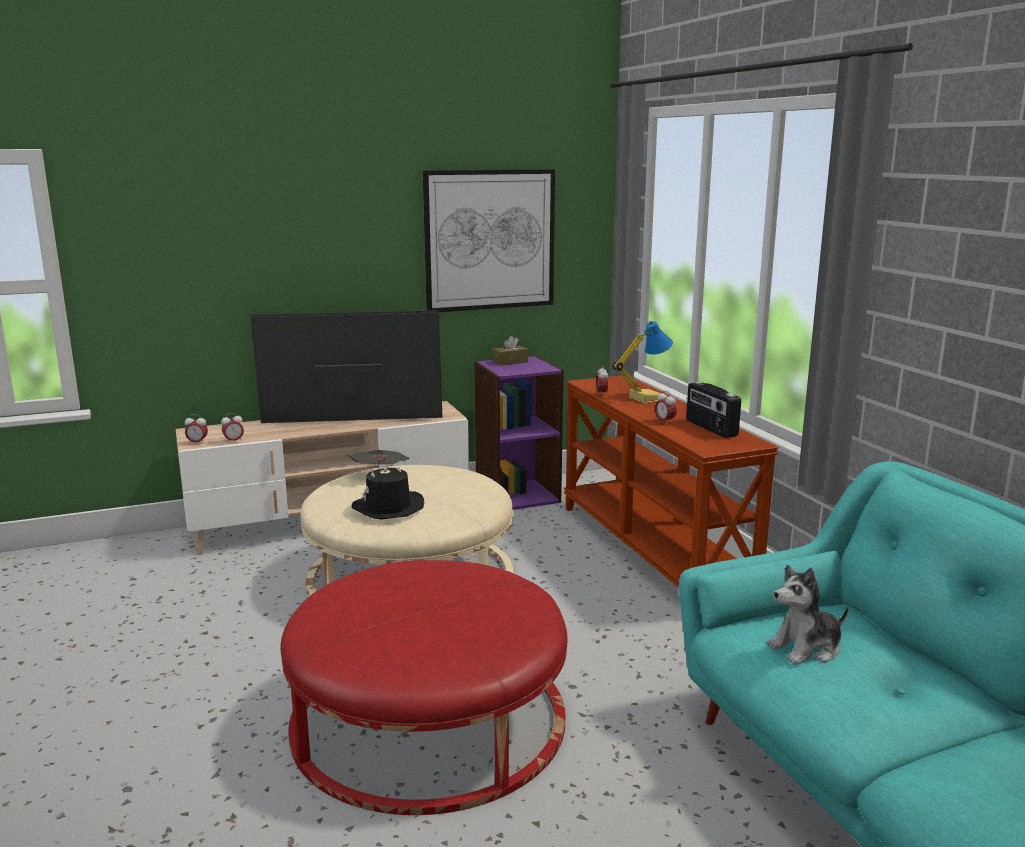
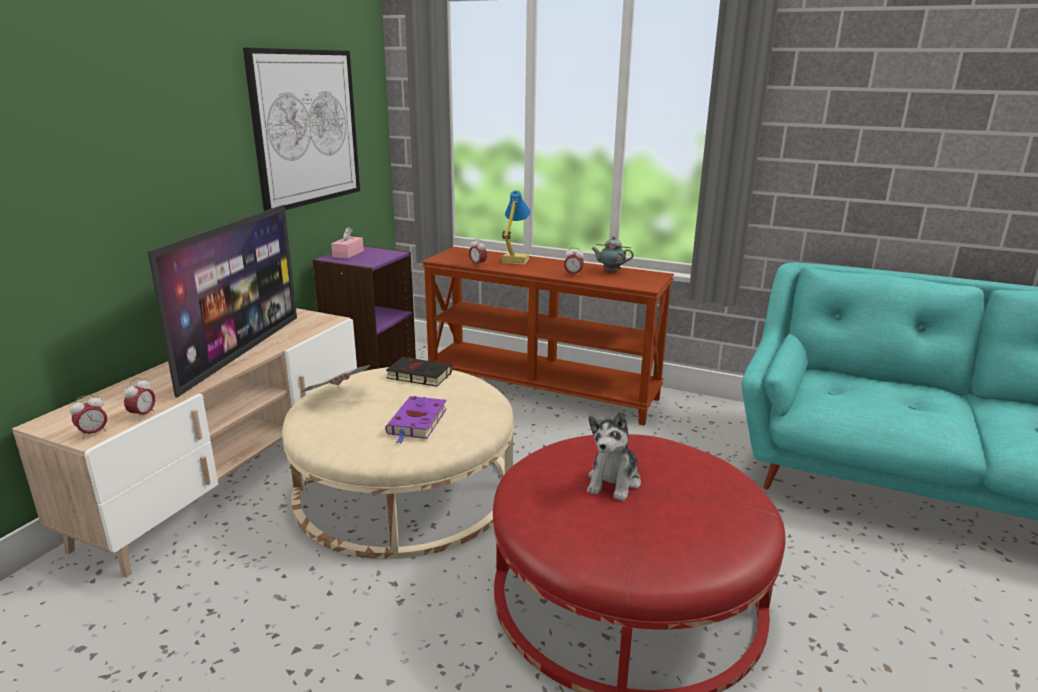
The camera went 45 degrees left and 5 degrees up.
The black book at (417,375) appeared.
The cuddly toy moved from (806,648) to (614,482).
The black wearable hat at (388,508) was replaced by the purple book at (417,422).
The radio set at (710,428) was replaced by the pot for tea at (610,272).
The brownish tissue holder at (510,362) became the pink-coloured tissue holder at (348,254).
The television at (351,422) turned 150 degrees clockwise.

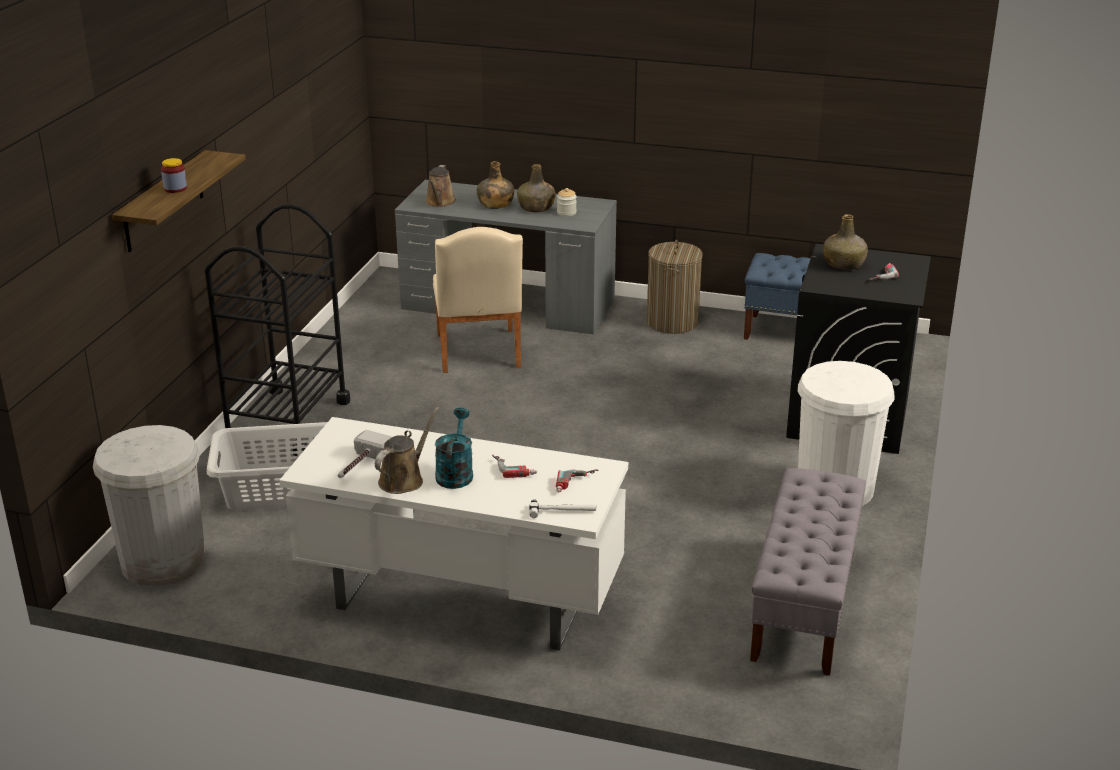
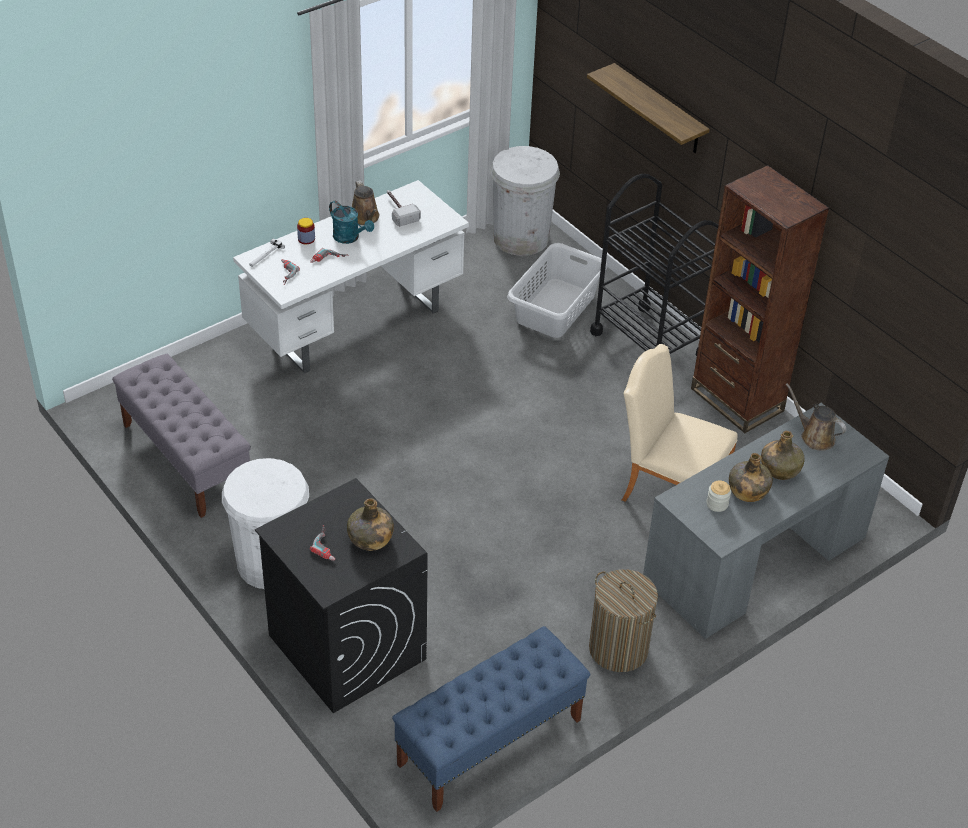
The camera went 125 degrees right and 15 degrees up.
The brownish bookcase at (737,400) appeared.
The jar moved from (175,188) to (306,239).

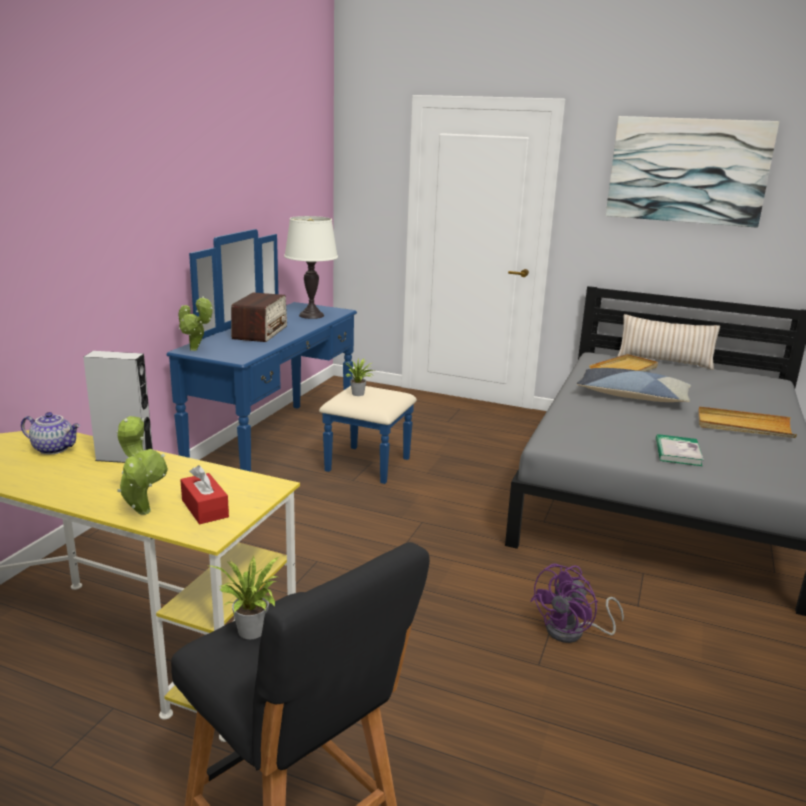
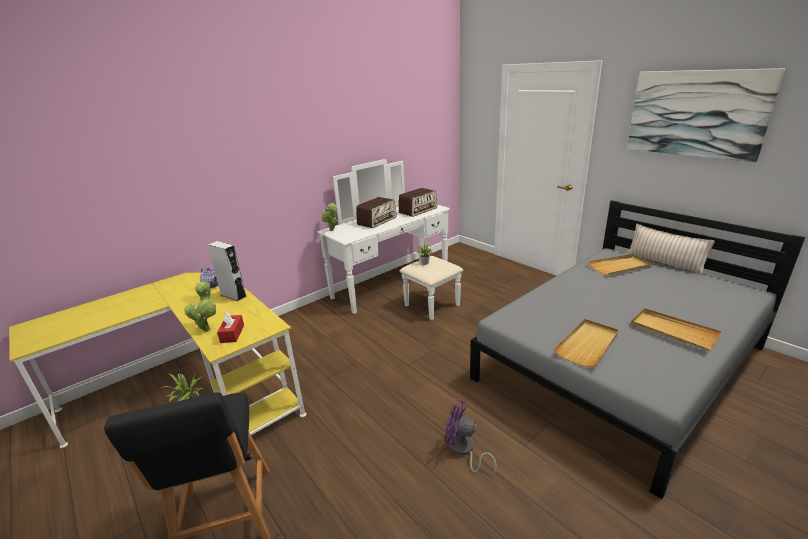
The camera went 30 degrees right and 5 degrees up.
The throw pillow at (632,396) disappeared.
The white-coloured lamp for a table at (311,315) was replaced by the radio set at (418,210).
The book at (677,452) was replaced by the sand-coloured carrying tray at (588,344).
The blue dresser at (296,448) became the white-coloured dresser at (400,288).
The purple fan at (573,632) turned 45 degrees clockwise.

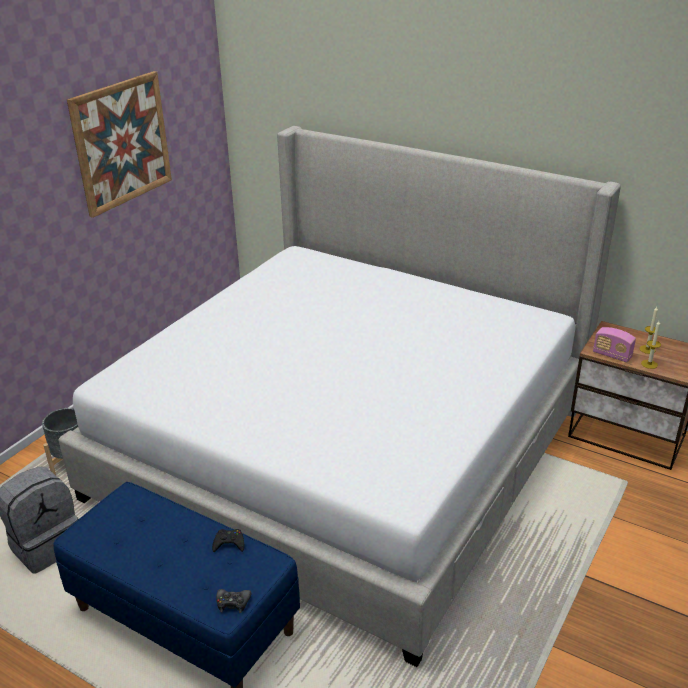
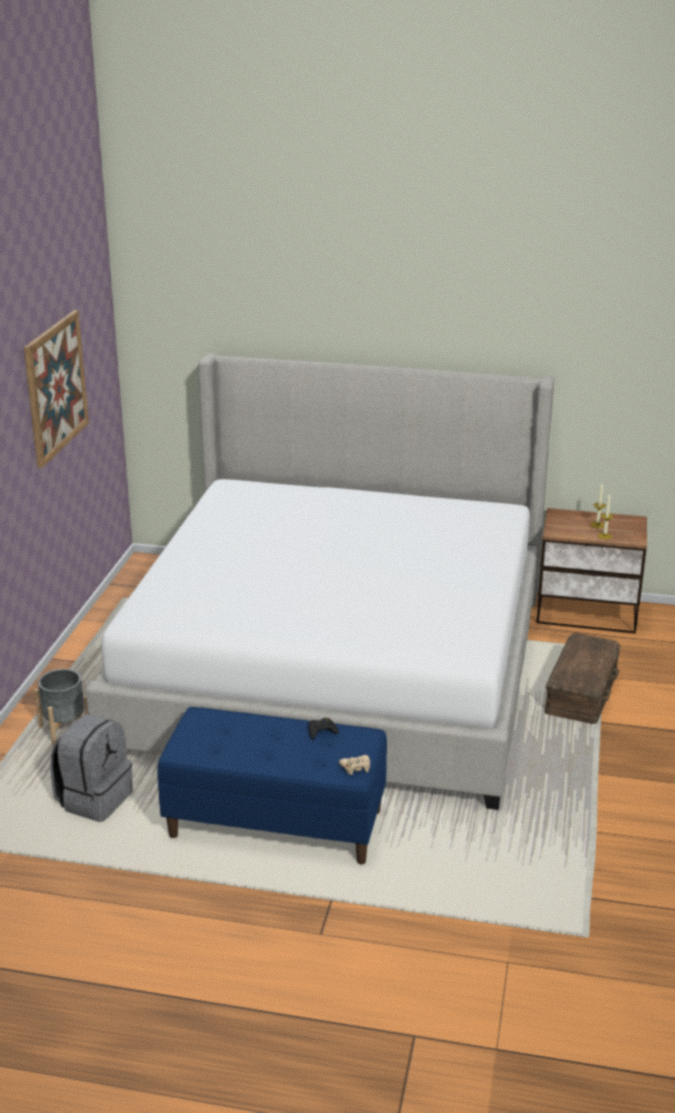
The camera went 20 degrees left and 5 degrees down.
The radio set at (612,355) disappeared.
The brownish storage bin at (580,692) appeared.
The black game controller at (233,603) became the sand-coloured game controller at (356,768).

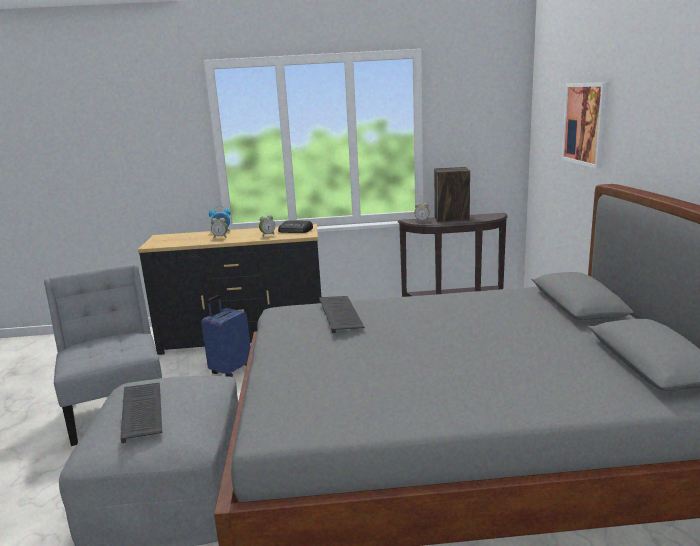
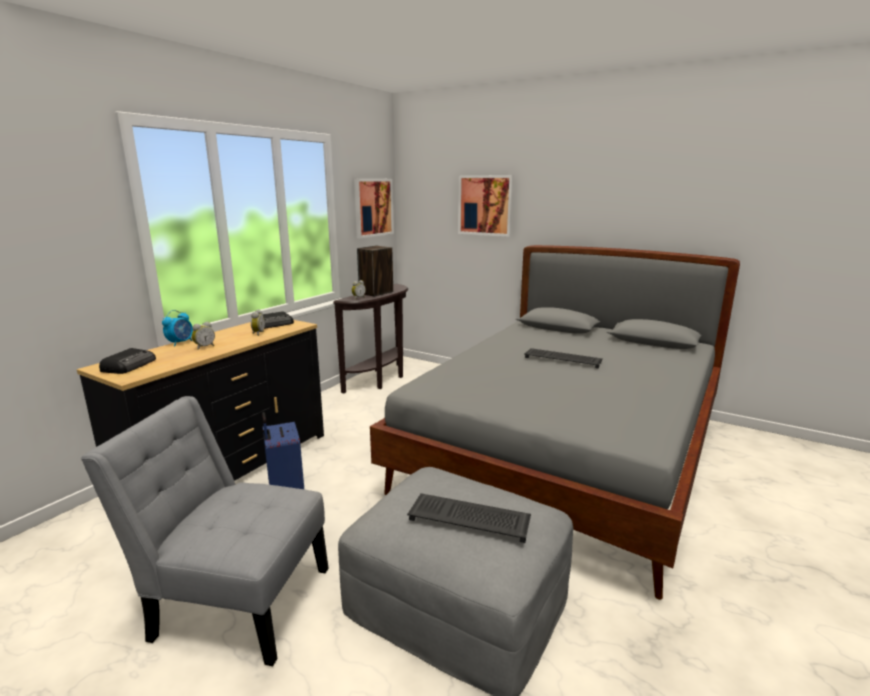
The camera went 55 degrees left and 0 degrees up.
The radio set at (130,365) appeared.
The picture at (373,207) appeared.
The computer keyboard moved from (341,315) to (564,359).

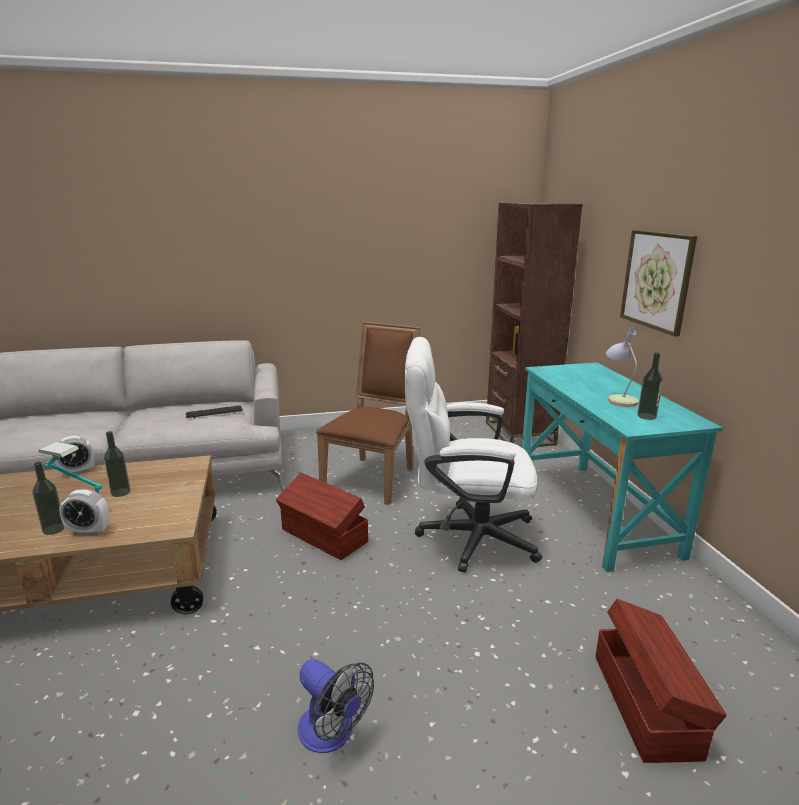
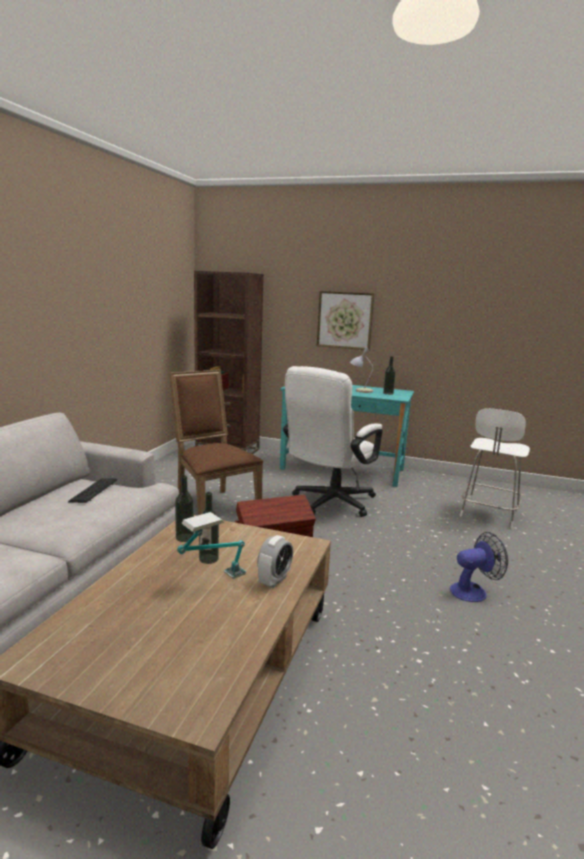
The camera went 60 degrees left and 5 degrees down.
The alarm clock at (77,471) disappeared.
The drink bottle moved from (54,529) to (184,537).
The brownish storage bin at (646,703) was replaced by the white-coloured upright chair at (489,514).

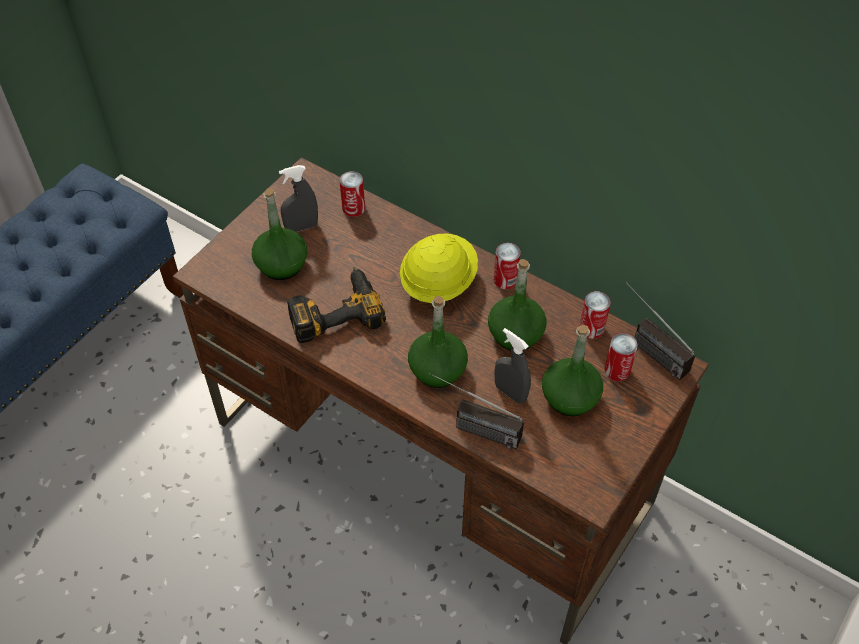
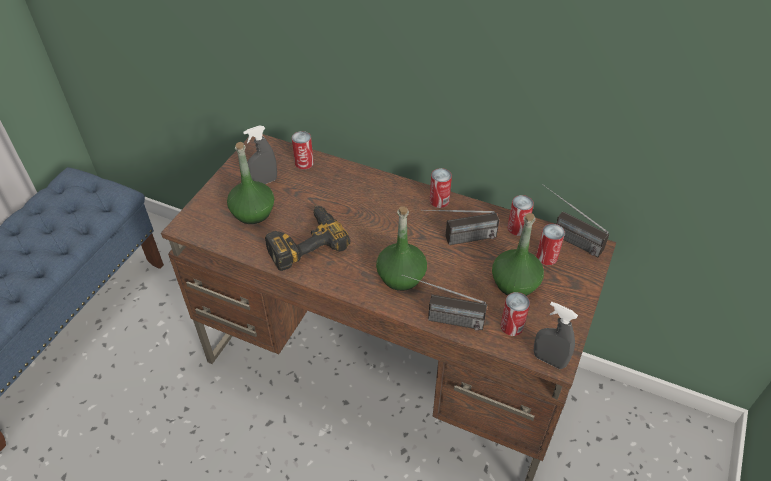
The camera went 10 degrees left and 5 degrees down.
The yellowish hard hat at (438,282) disappeared.
The metal can at (512,326) appeared.
The greyish hand sprayer moved from (510,393) to (549,360).
The green drink bottle at (515,334) was replaced by the radio set at (458,240).

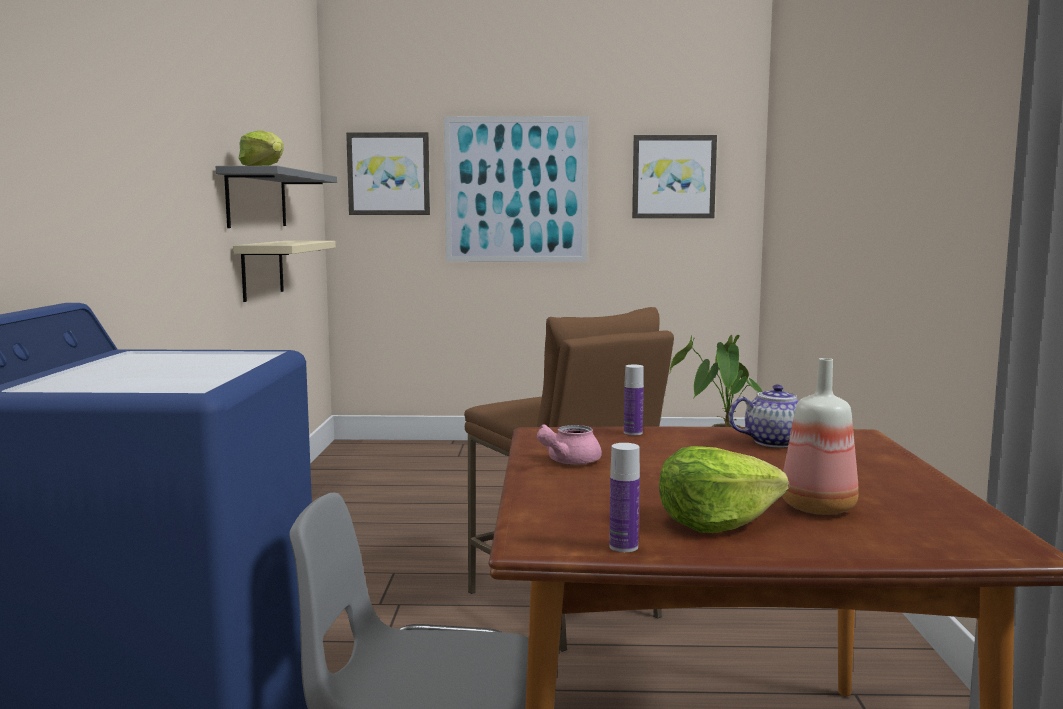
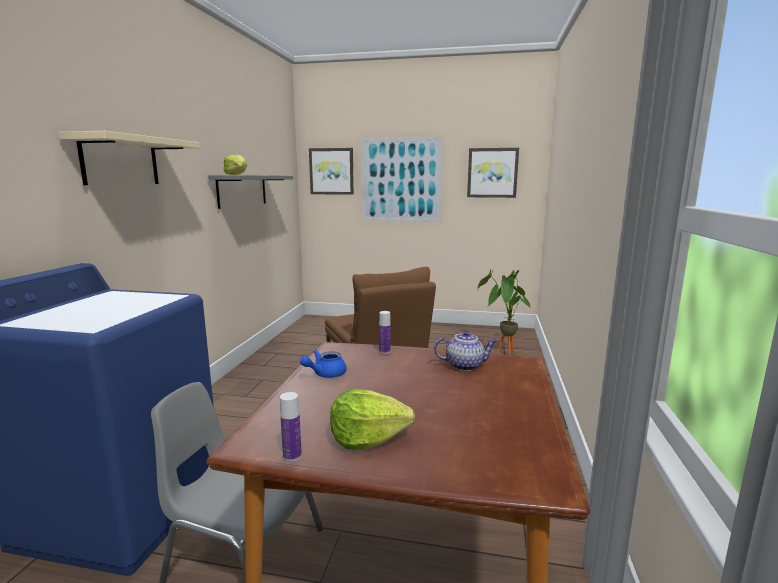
The camera went 10 degrees right and 5 degrees up.
The drink bottle at (820,508) disappeared.
The sand-coloured bracket shelf moved from (262,269) to (121,161).
The pink-coloured pot for tea at (567,462) became the blue pot for tea at (325,374).

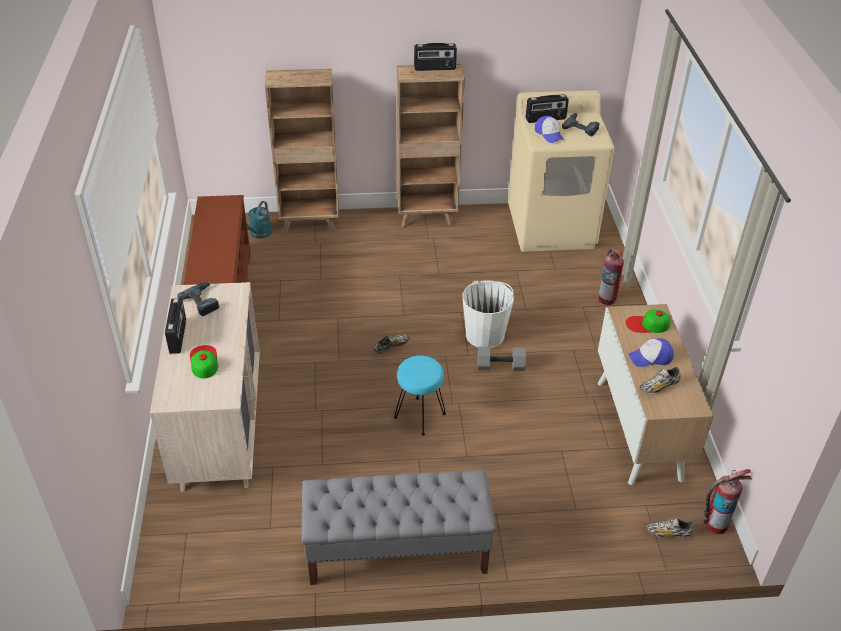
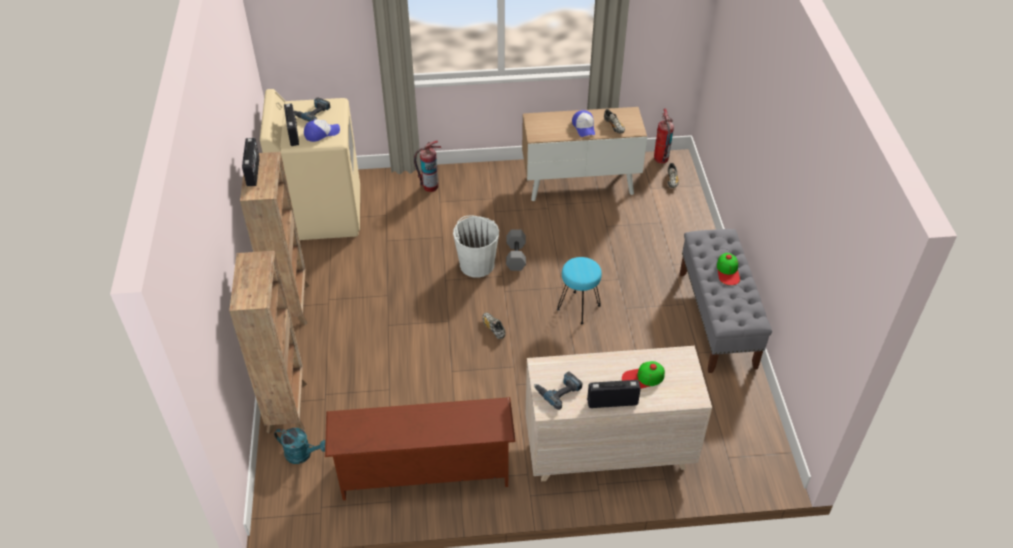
The camera went 90 degrees left and 5 degrees up.
The peaked cap moved from (647,324) to (728,271).

